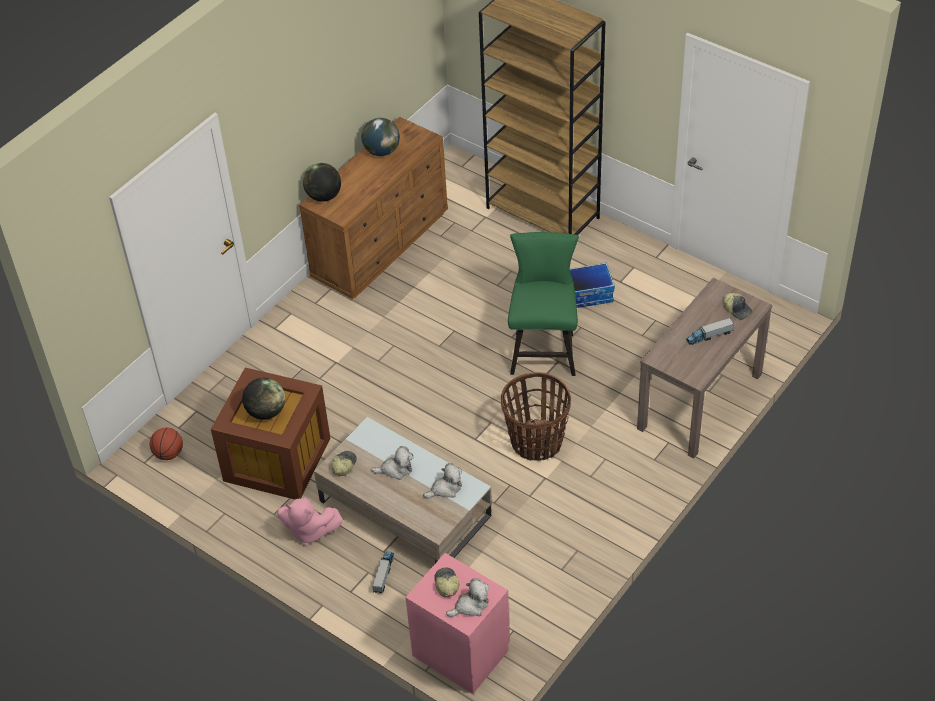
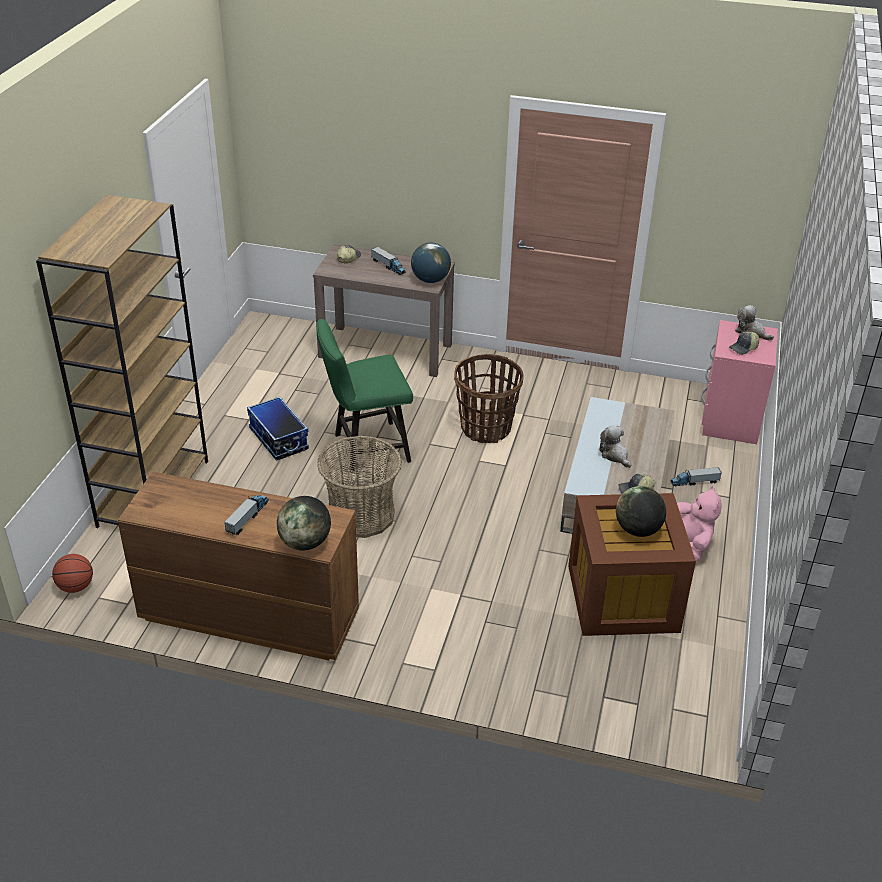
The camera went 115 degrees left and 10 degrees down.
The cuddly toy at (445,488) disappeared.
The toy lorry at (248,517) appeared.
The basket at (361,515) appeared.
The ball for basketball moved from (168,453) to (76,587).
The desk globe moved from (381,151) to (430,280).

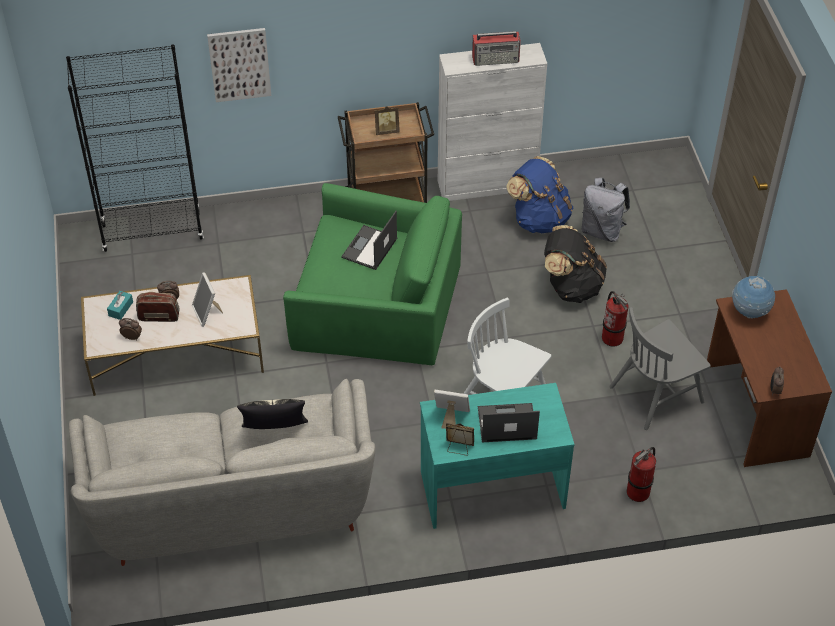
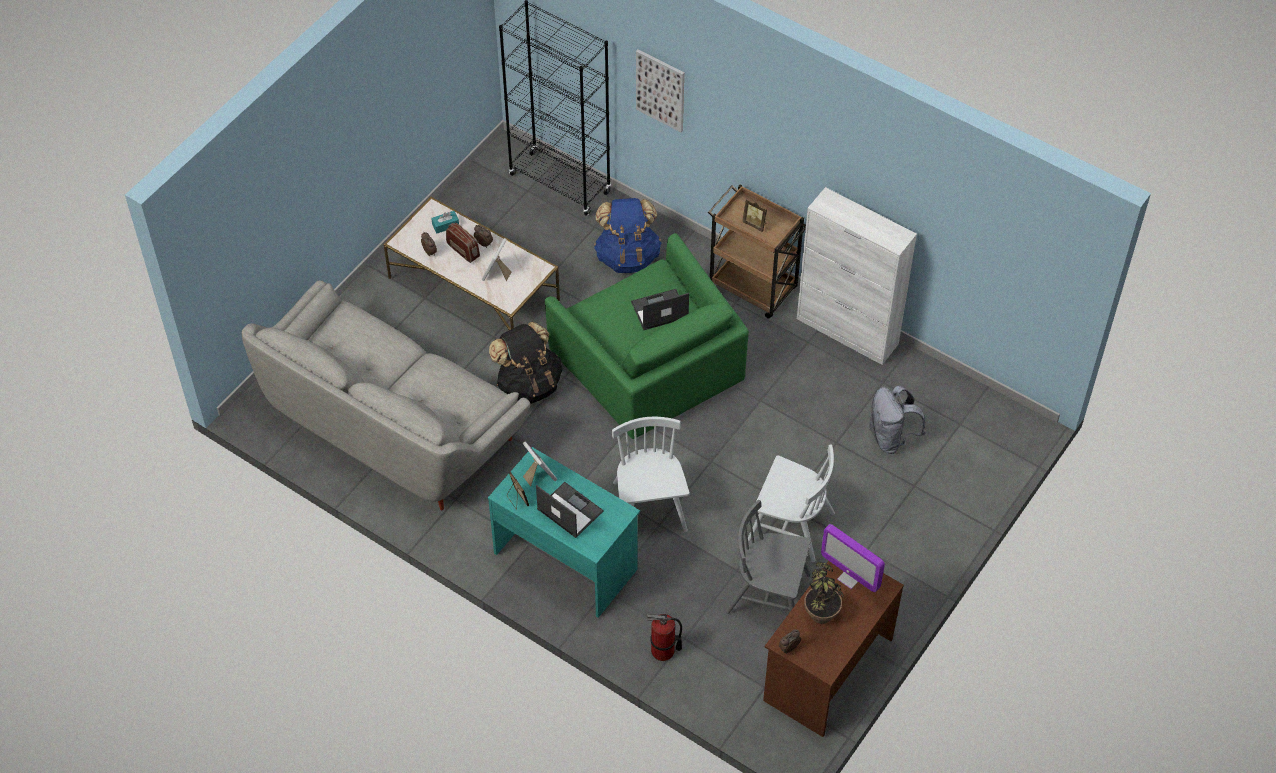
The camera went 45 degrees right and 5 degrees up.
The throw pillow at (275,432) disappeared.
The radio set at (496,59) disappeared.
The plant in a pot at (819,621) appeared.
The blue knapsack moved from (539,219) to (627,256).
The black knapsack moved from (571,286) to (528,383).
The extinguisher at (612,338) was replaced by the white-coloured upright chair at (790,526).
The desk globe at (749,312) was replaced by the computer screen at (850,577).

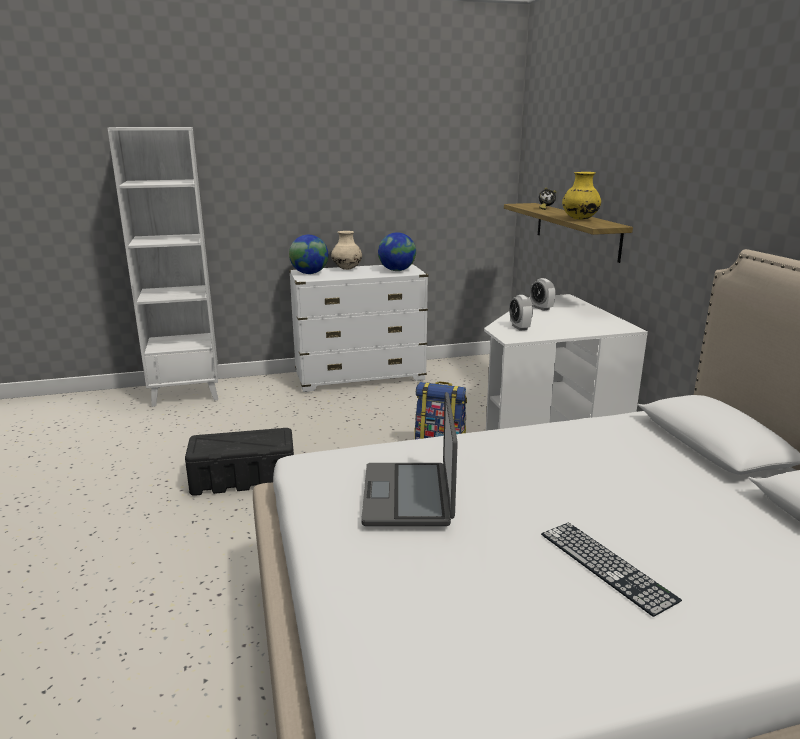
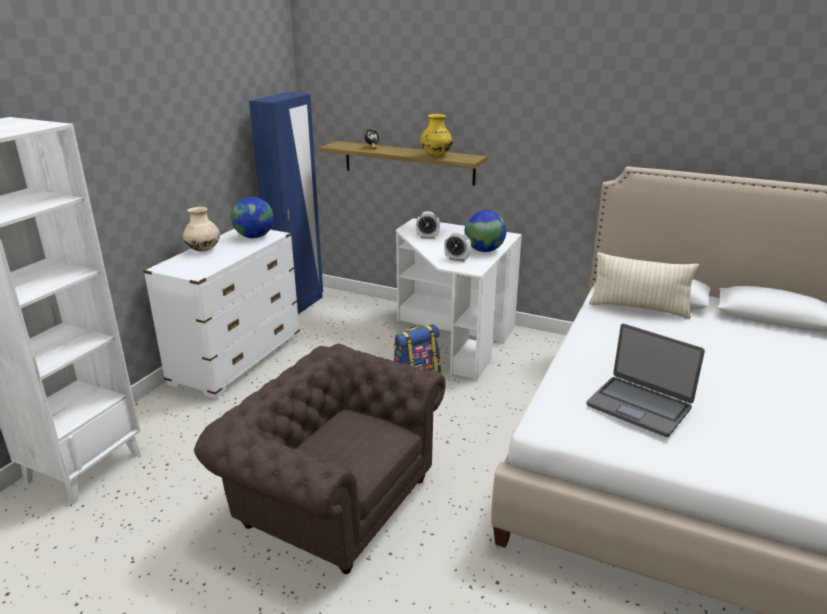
The camera went 50 degrees left and 5 degrees up.
The computer keyboard at (606,565) disappeared.
The blue clothes cupboard at (298,306) appeared.
The sand-coloured throw pillow at (638,308) appeared.
The desk globe moved from (309,273) to (484,250).
The black storage bin at (244,479) was replaced by the brownish lounge chair at (332,499).

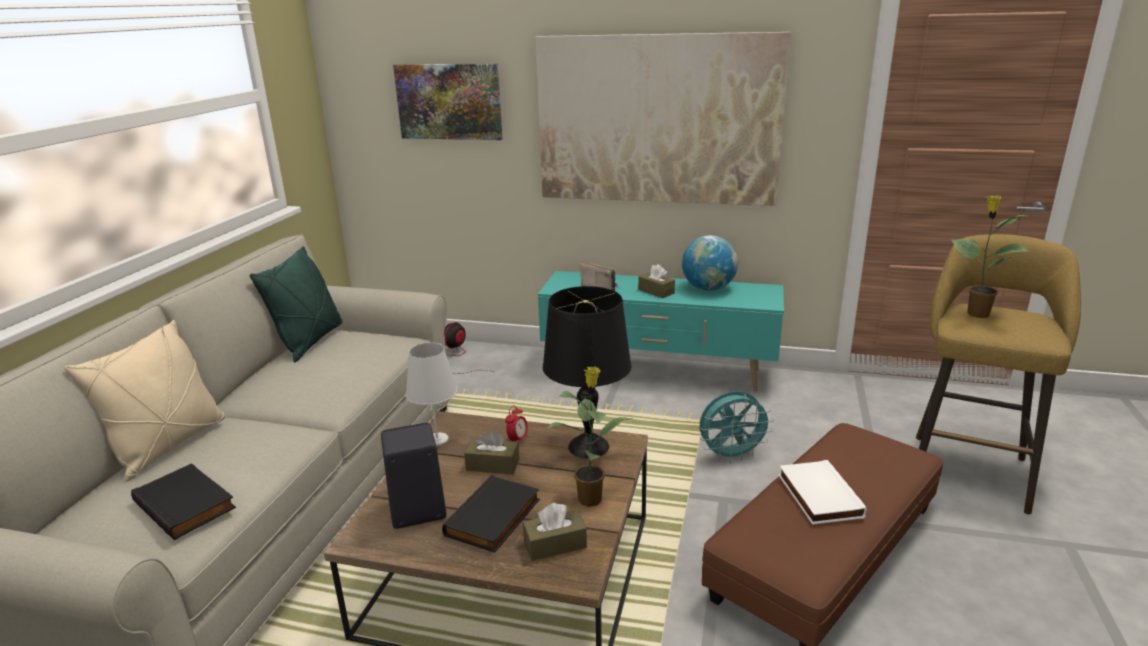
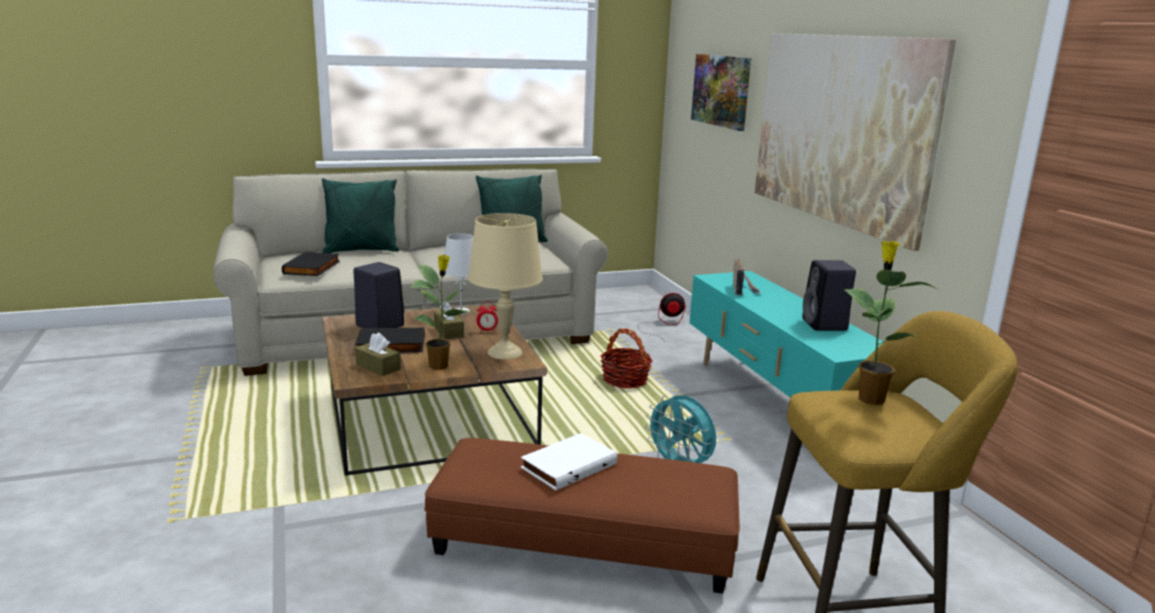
The camera went 55 degrees right and 5 degrees down.
The brownish tissue holder at (656,291) disappeared.
The basket at (625,380) appeared.
The desk globe at (708,288) was replaced by the black loudspeaker at (825,325).
The sand-coloured throw pillow at (169,446) became the green throw pillow at (361,250).
The black lamp for a table at (588,446) became the sand-coloured lamp for a table at (504,352).

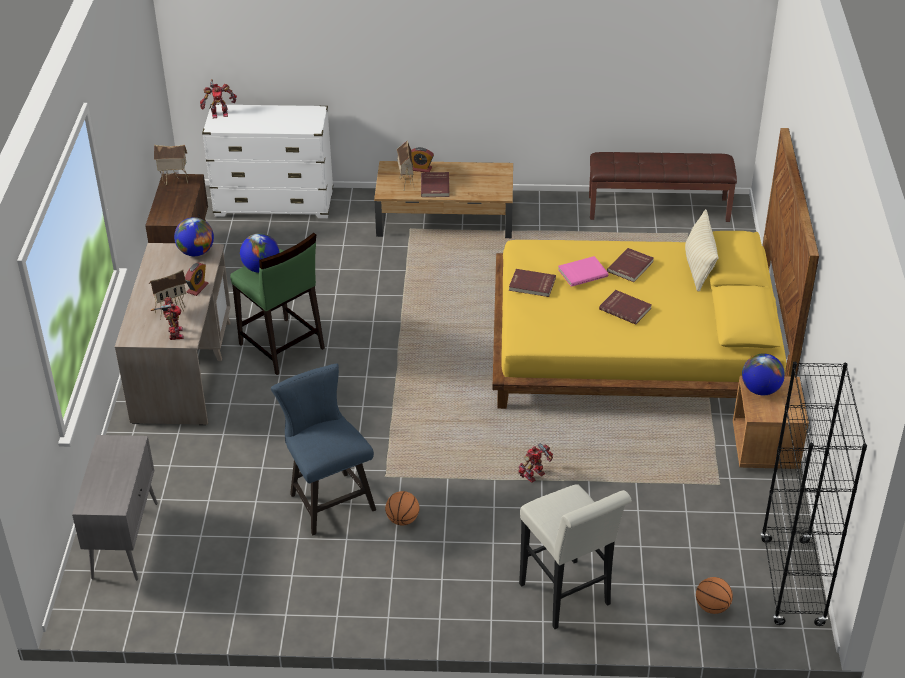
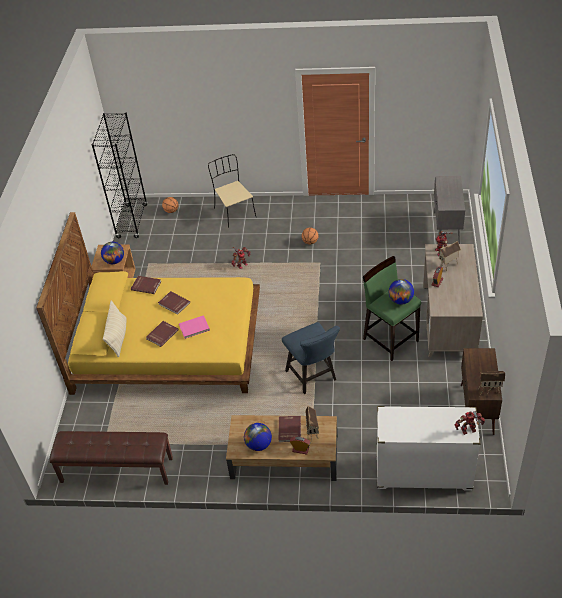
The camera went 175 degrees left and 5 degrees up.
The desk globe moved from (196,252) to (258,445).
The blue upright chair moved from (328,499) to (313,377).
The reddish book moved from (532,285) to (146,285).
The white-coloured stool seat at (568,598) was replaced by the sand-coloured upright chair at (234,212).

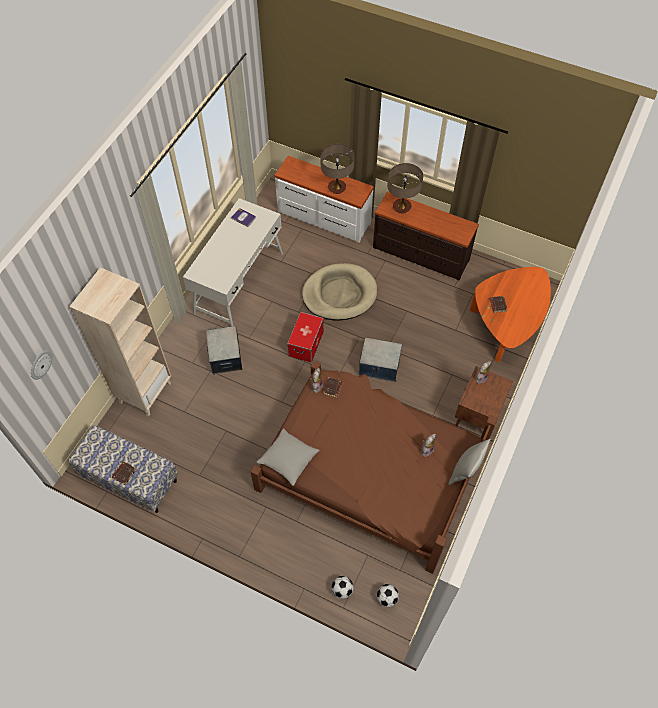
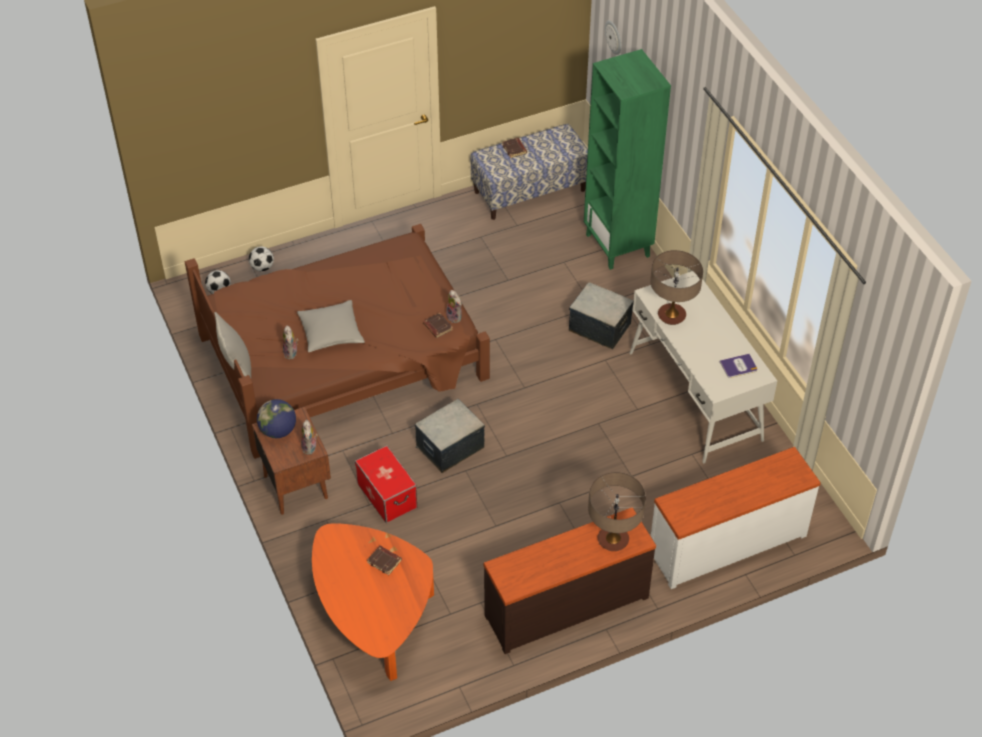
The camera went 130 degrees right and 10 degrees down.
The sand-coloured pet bed at (339,294) disappeared.
The desk globe at (278,431) appeared.
The greyish throw pillow moved from (288,459) to (331,333).
The storage bin moved from (306,343) to (387,495).
The lamp for a table moved from (337,188) to (671,316).
The sand-coloured bookcase at (145,392) became the green bookcase at (618,245).

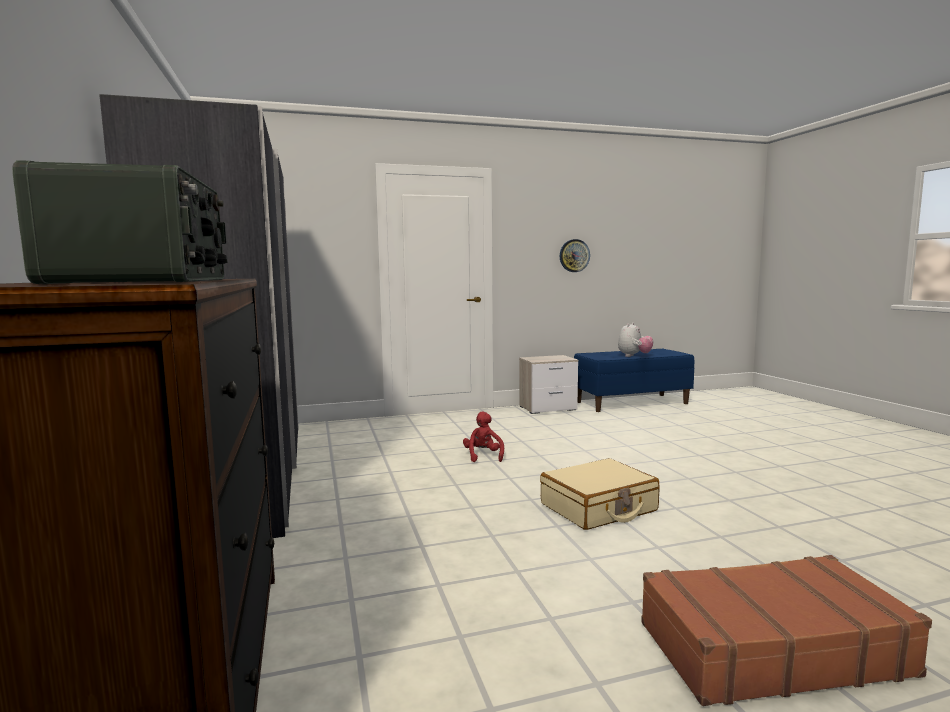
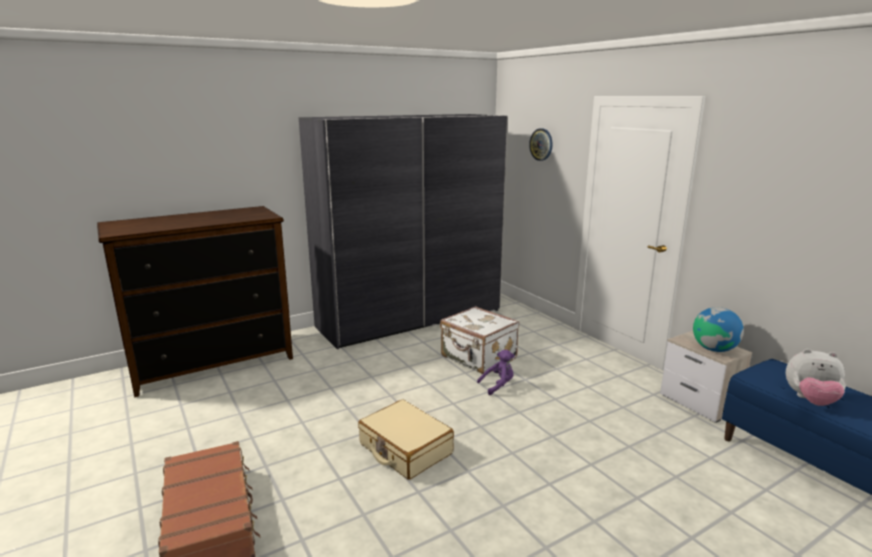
The camera went 75 degrees right and 10 degrees up.
The radio set at (147,281) disappeared.
The white-coloured travel case at (478,358) appeared.
The desk globe at (714,349) appeared.
The clock on the wall moved from (574,255) to (541,144).
The reddish cuddly toy at (483,456) became the purple cuddly toy at (498,385).

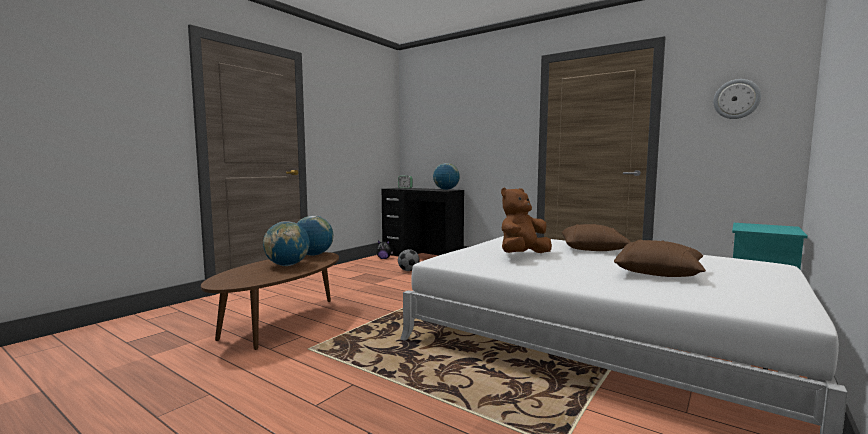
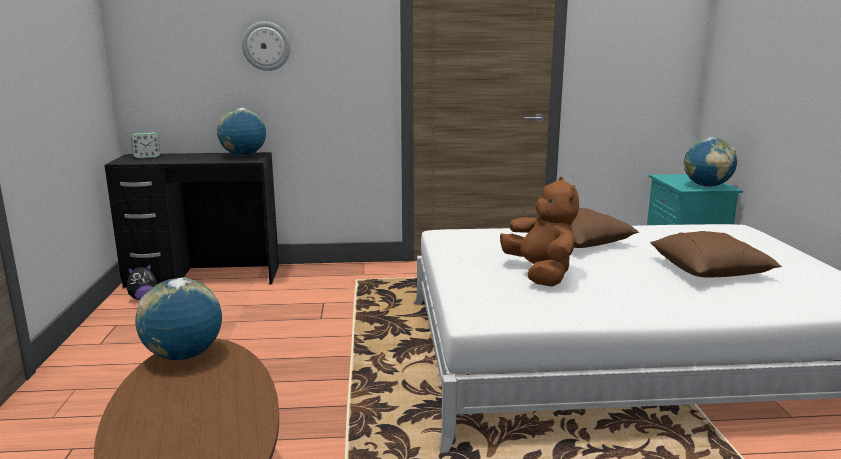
The camera went 40 degrees left and 10 degrees up.
The football ball at (408,270) disappeared.
The desk globe moved from (287,265) to (706,186).
The clock on the wall moved from (736,99) to (266,46).
The brownish cuddly toy at (522,255) turned 150 degrees clockwise.

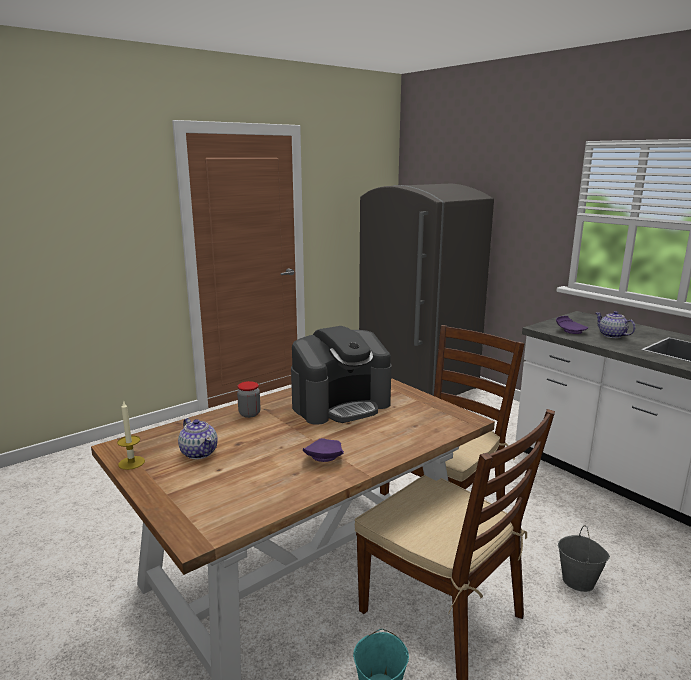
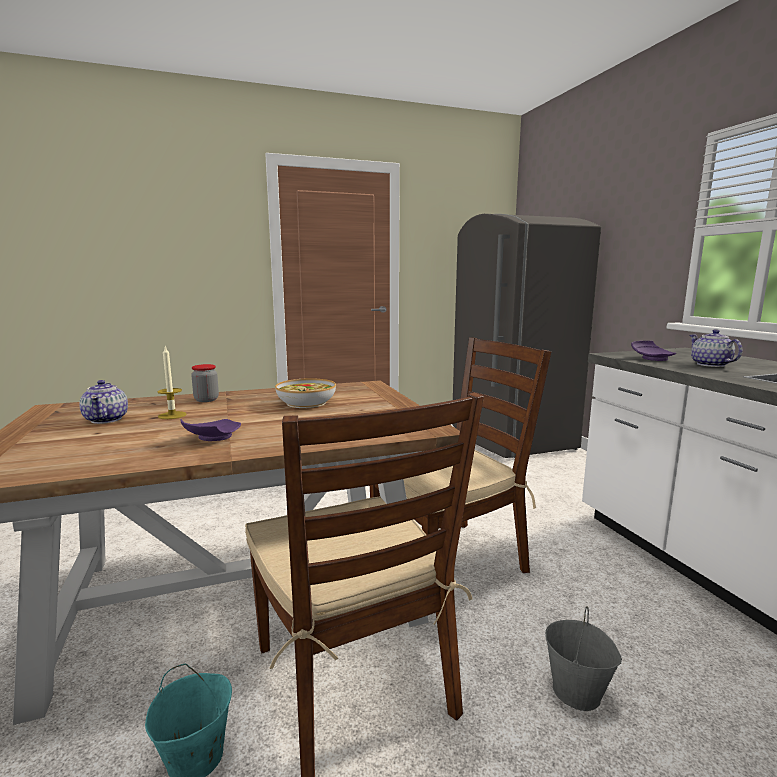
The camera went 20 degrees right and 5 degrees down.
The wax candle moved from (131,463) to (172,415).
The coffee machine at (341,405) was replaced by the bowl at (306,403).

